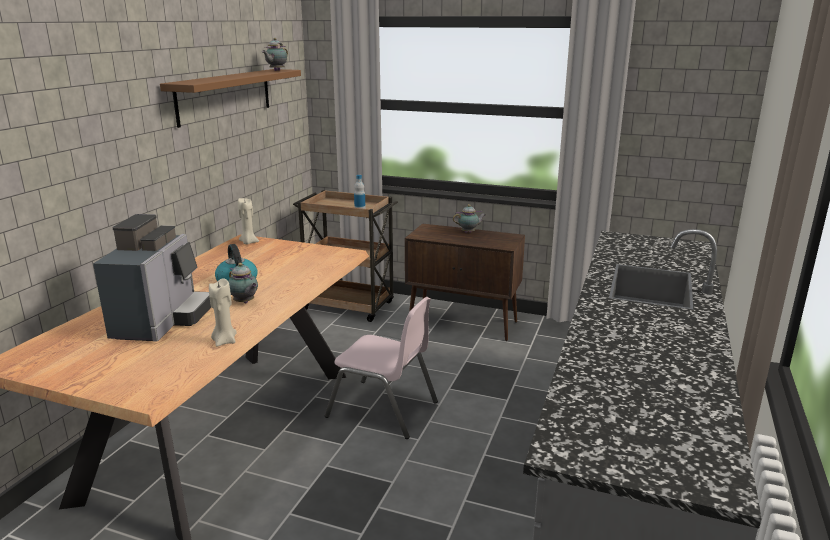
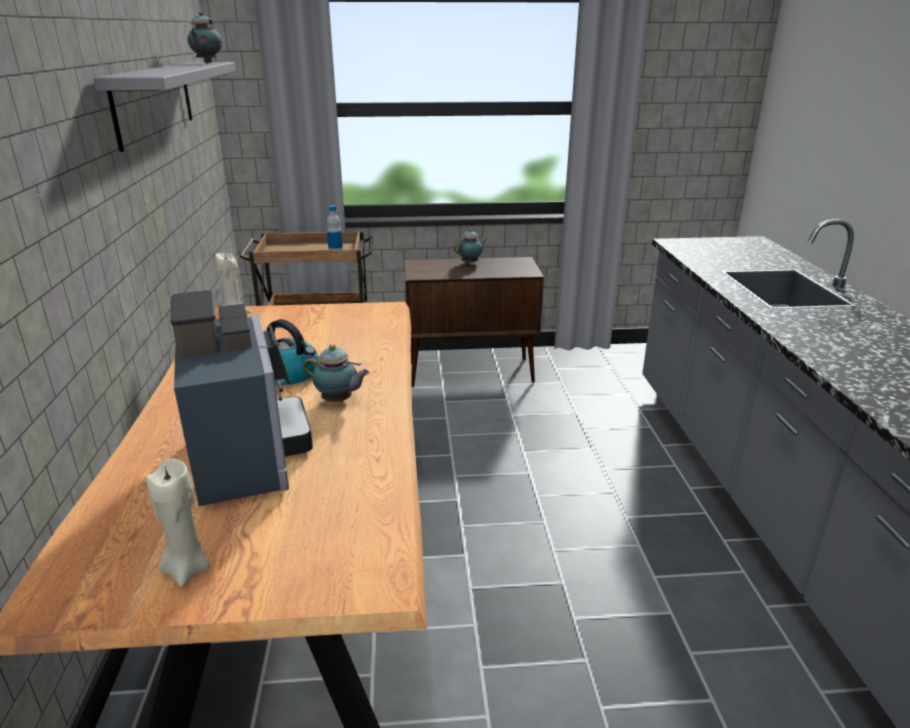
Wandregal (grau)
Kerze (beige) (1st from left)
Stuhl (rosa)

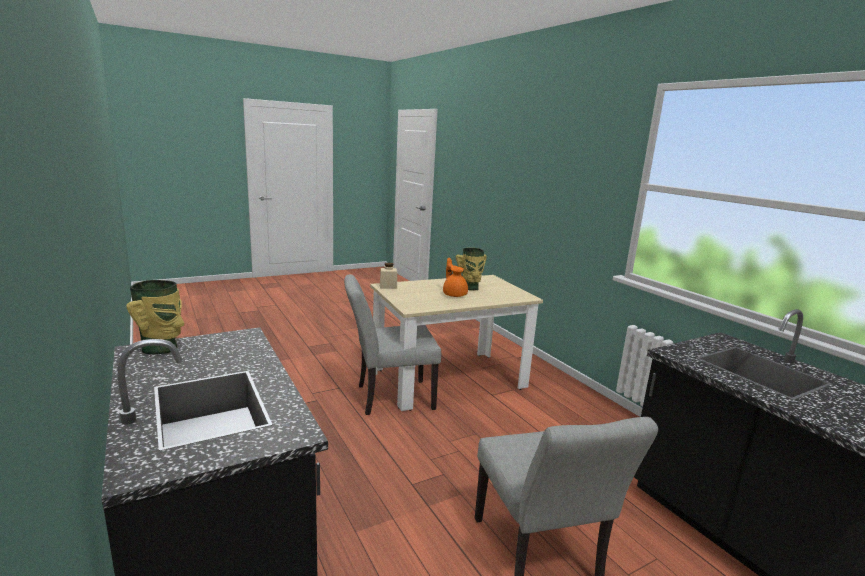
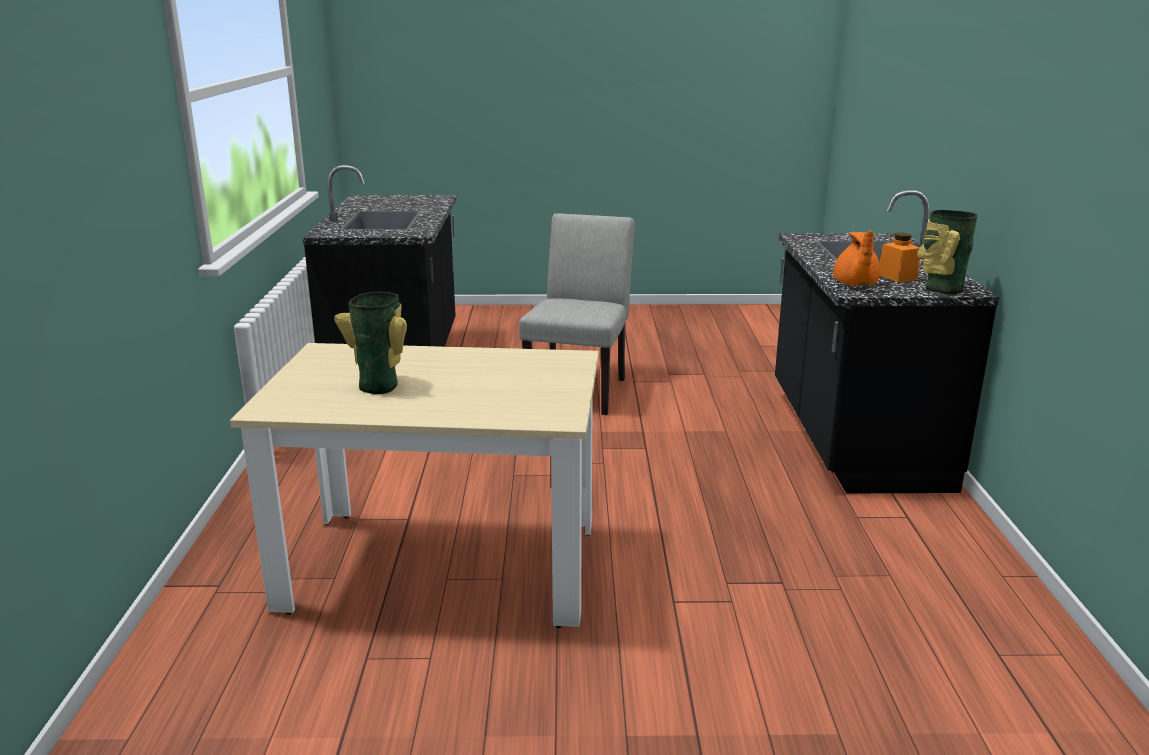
Teekanne (orange)
Vorratsglas (beige)
Stuhl (grau) (1st from left in the first image)
Vorratsglas (orange)

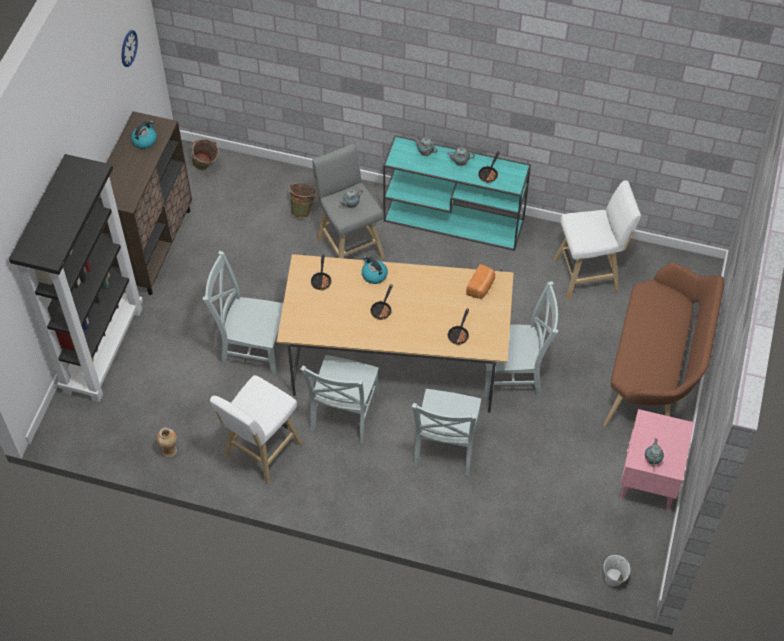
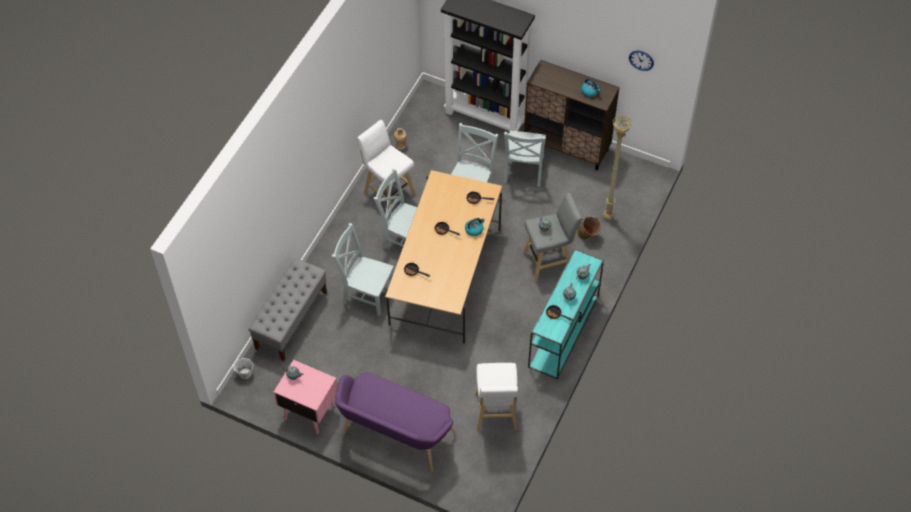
Eimer (grün) (1st from left in the first image)
Bank (lila)
Brot
Stuhl (grau) (4th from left)
Stehlampe (beige)
Bank (grau)

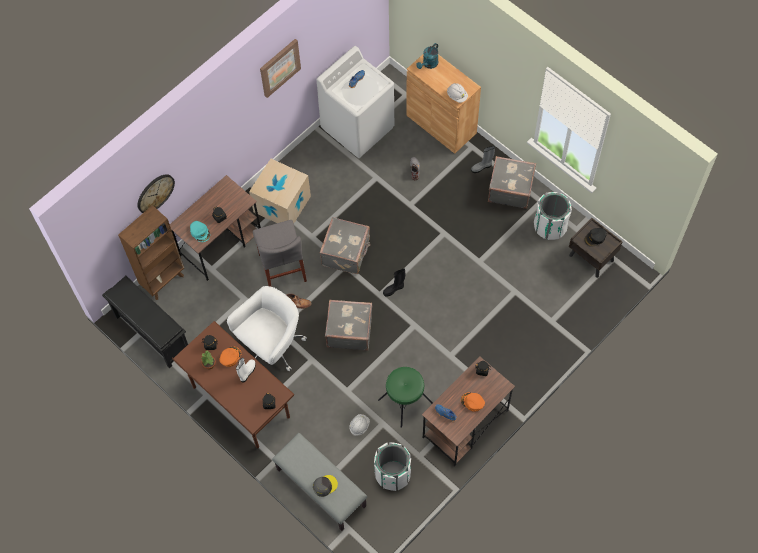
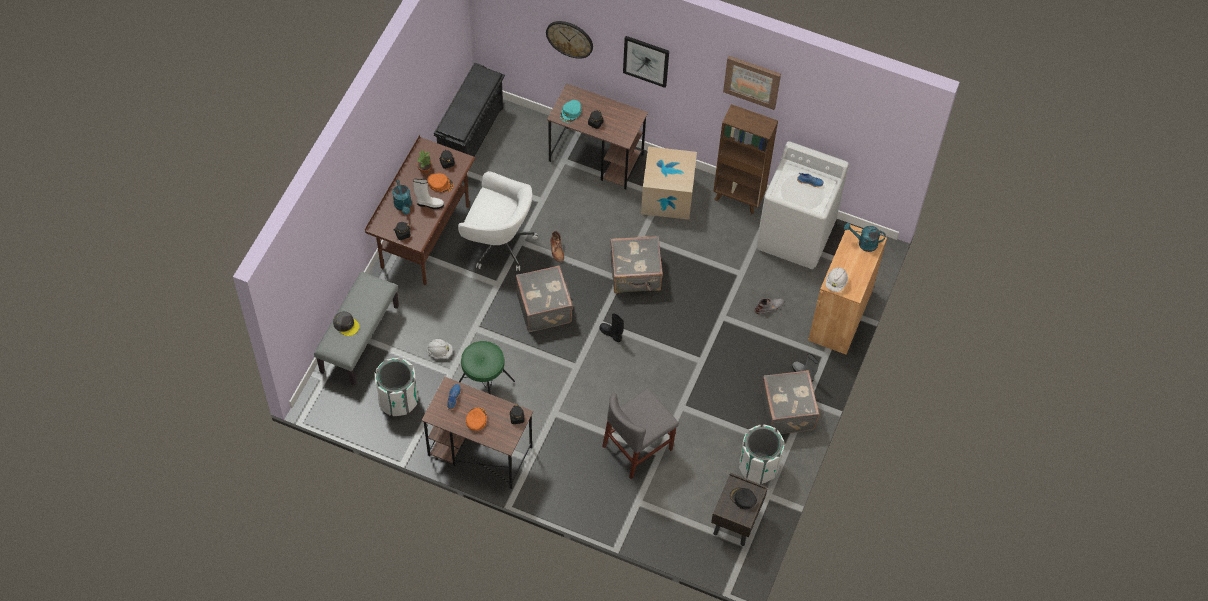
Bücherregal (braun)
Stuhl (grau)
Bild (1st from left)
Gießkanne (türkis) (1st from left)

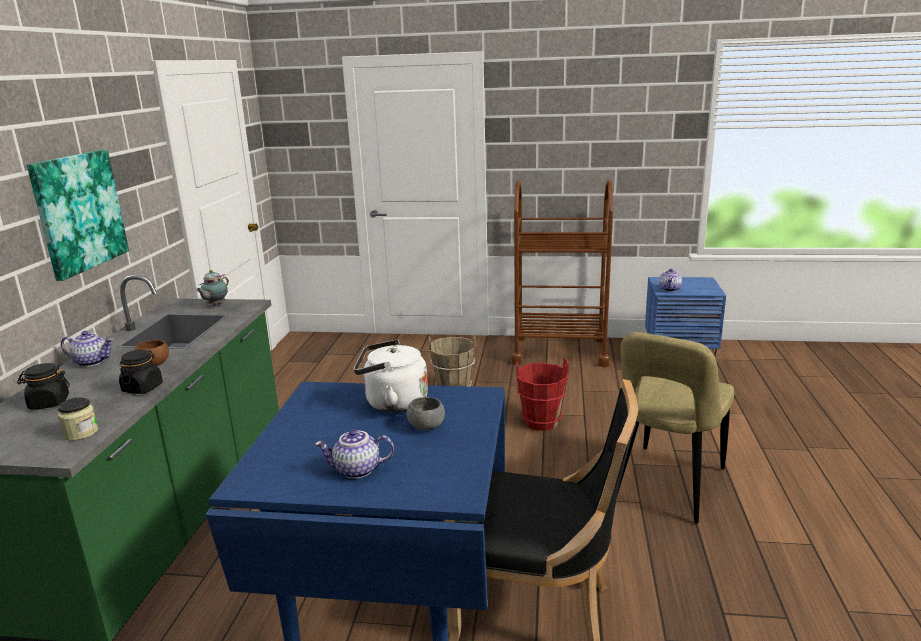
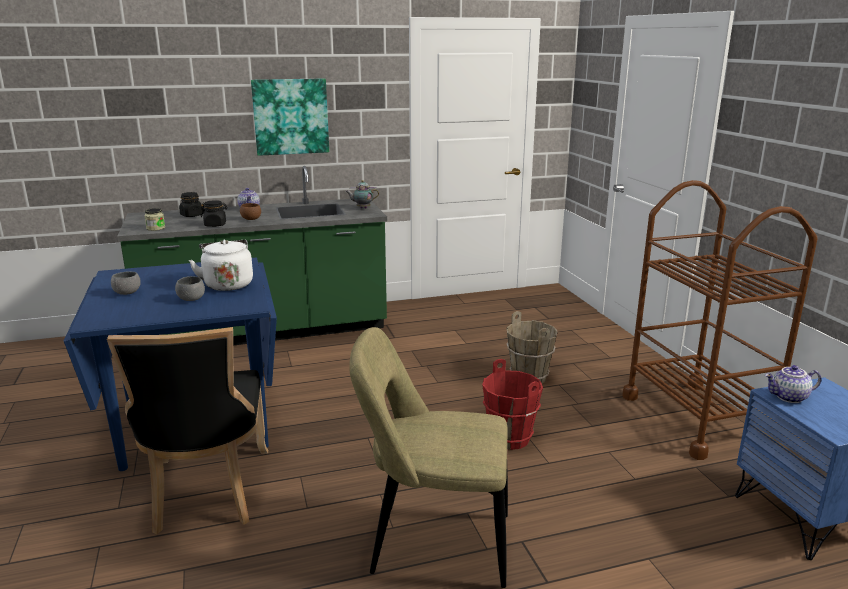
Schüssel (grau) (1st from left)

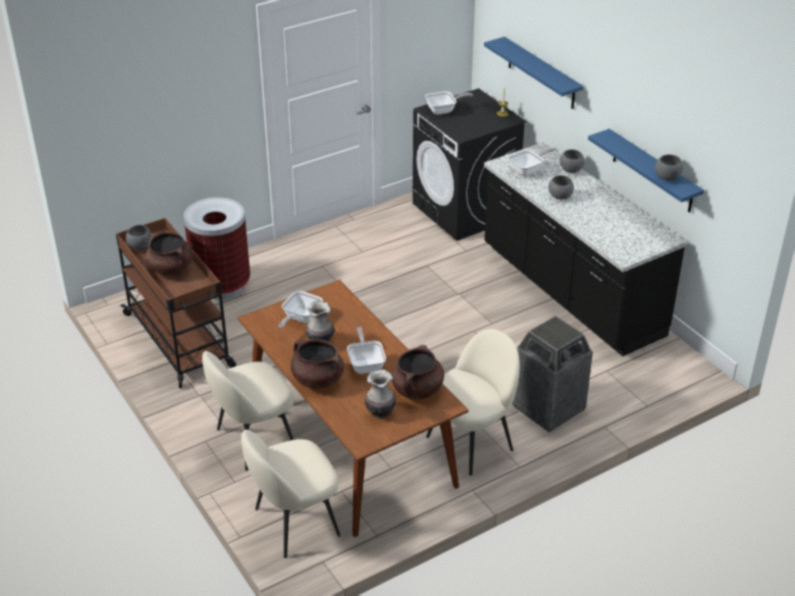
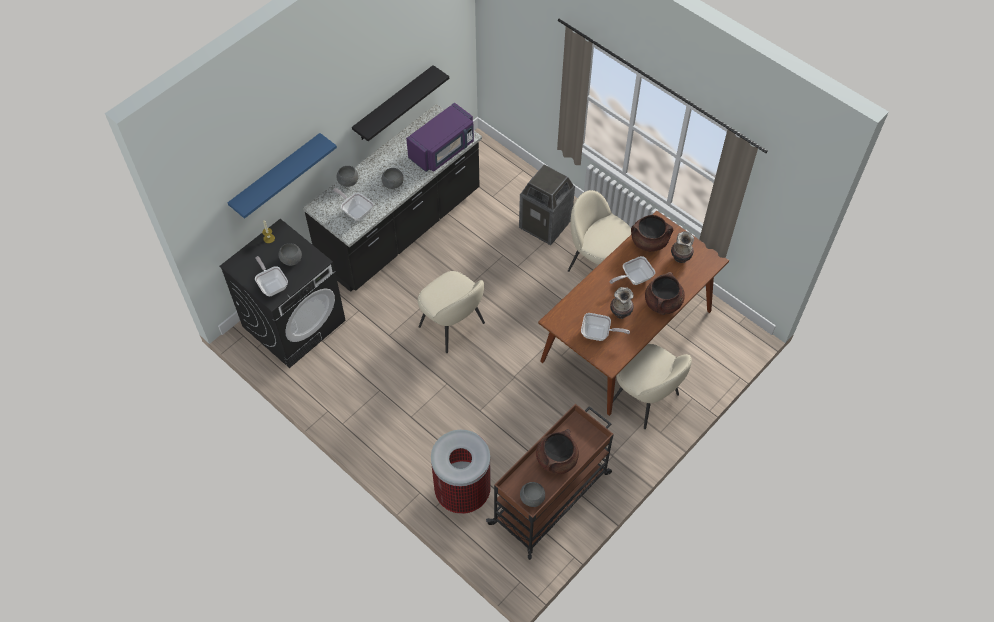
Wandregal (schwarz)
Schüssel (grau) (1st from left)
Stuhl (beige) (1st from left)
Mikrowelle (lila)

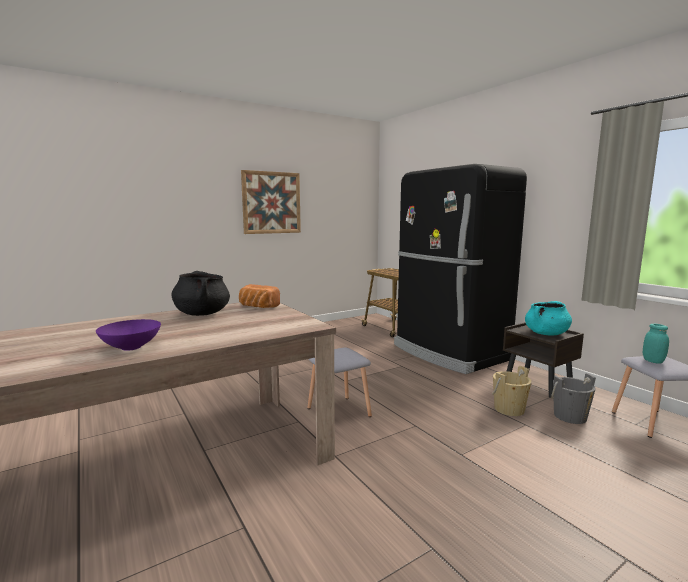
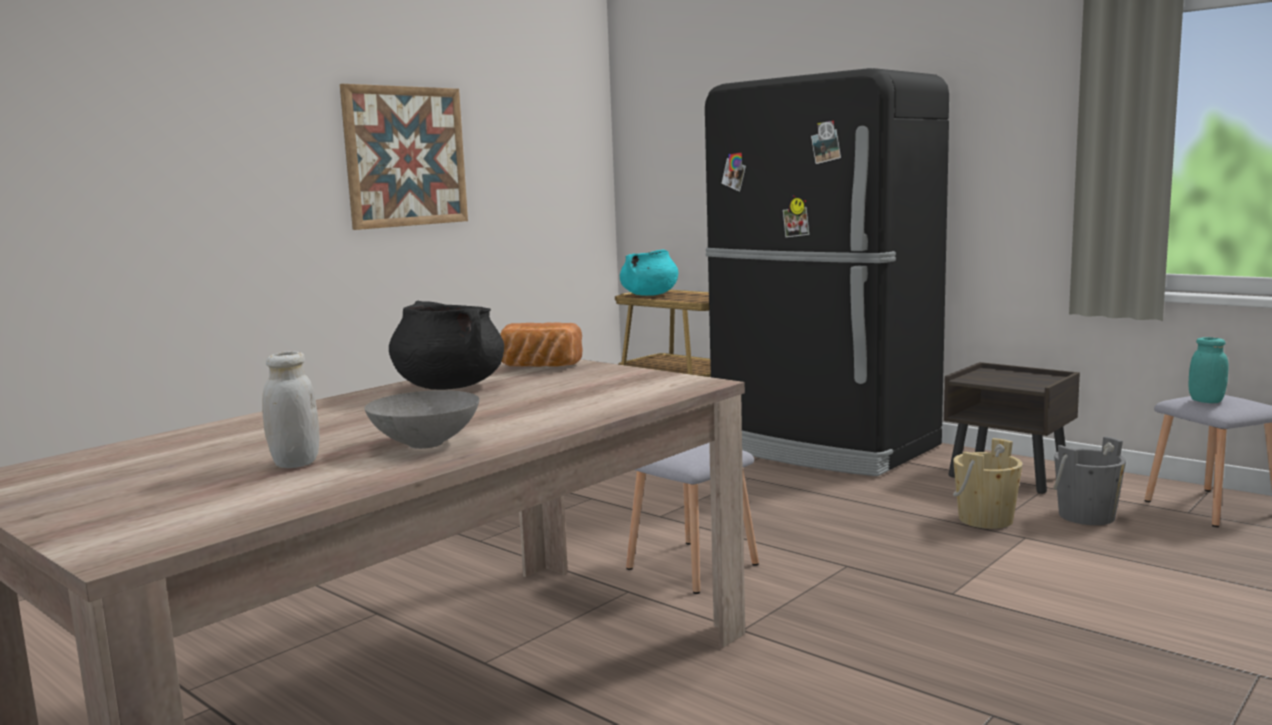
Kochtopf (türkis)
Schüssel (grau)
Vorratsglas (weiß)

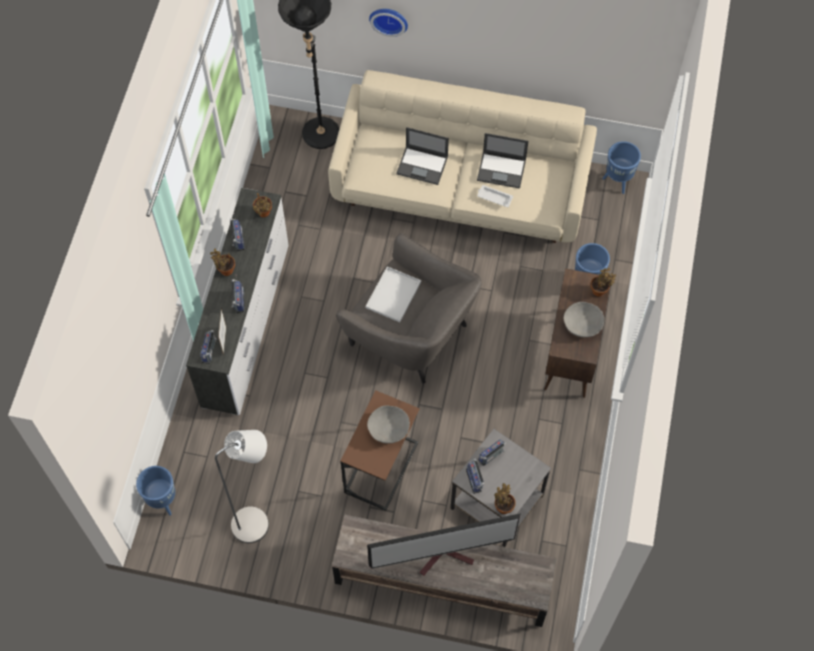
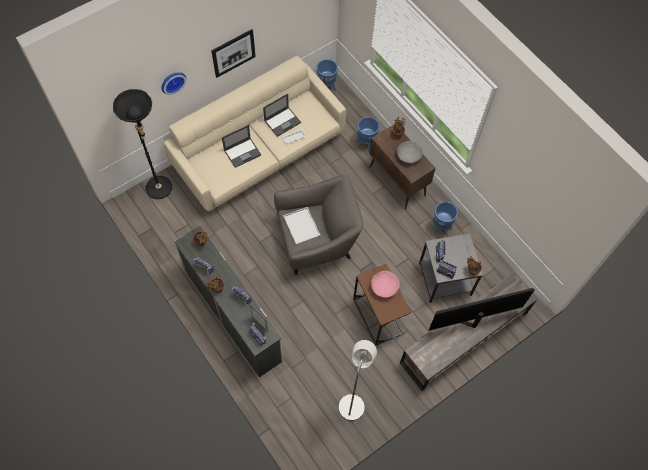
Schüssel (rosa)
Pflanzkübel (blau) (3rd from left)
Fernseher
Bild

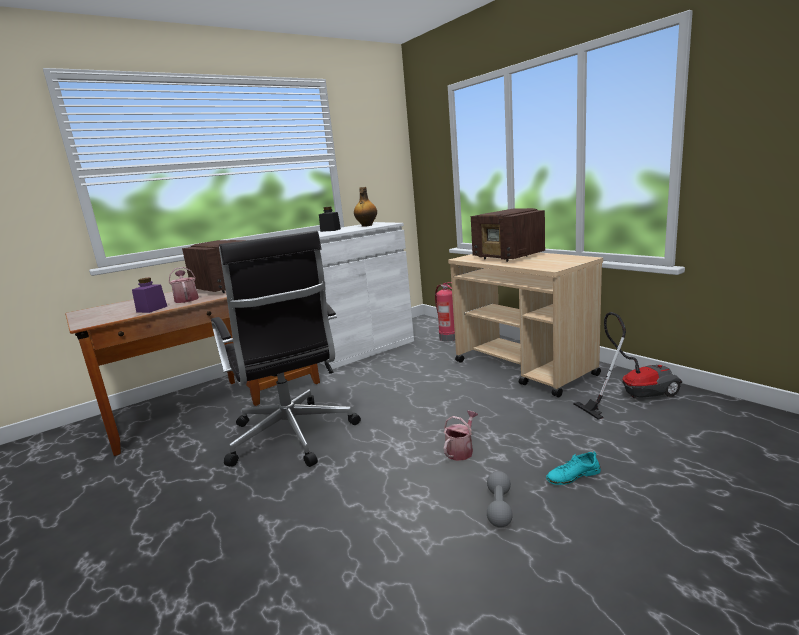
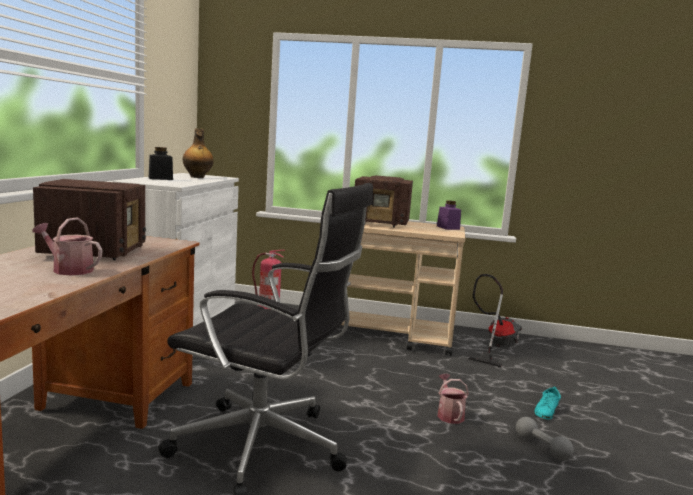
Vorratsglas (lila)

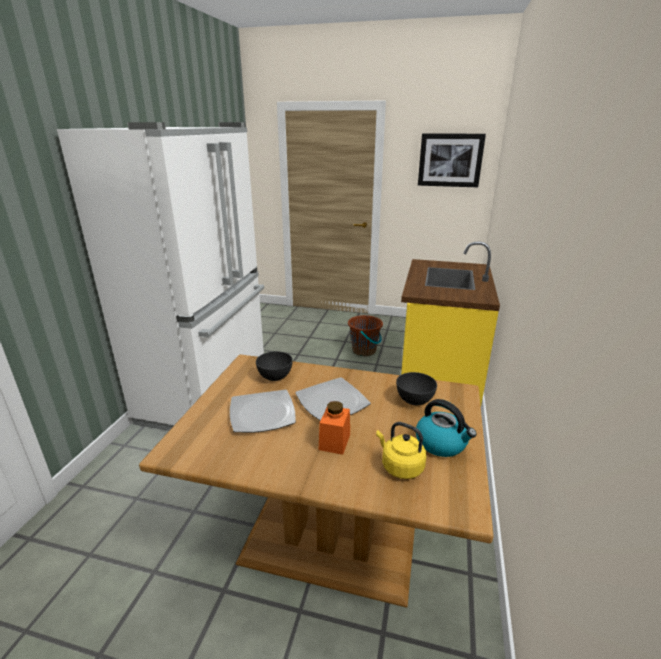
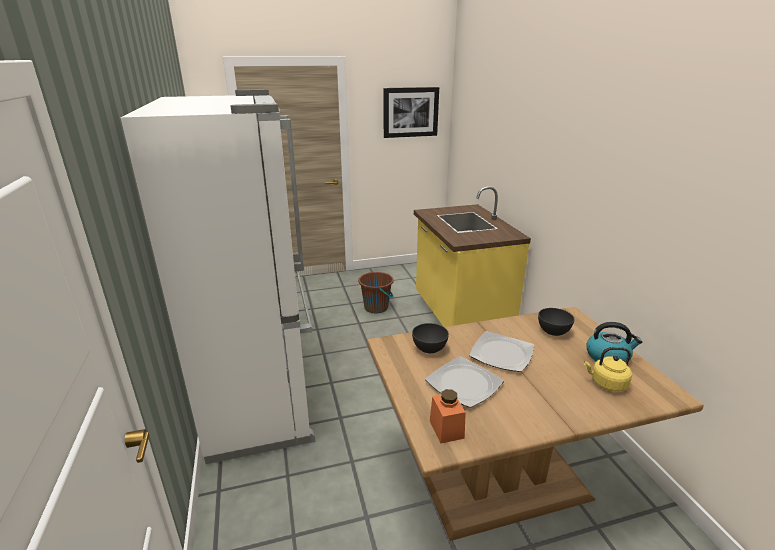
Vorratsglas (orange)

